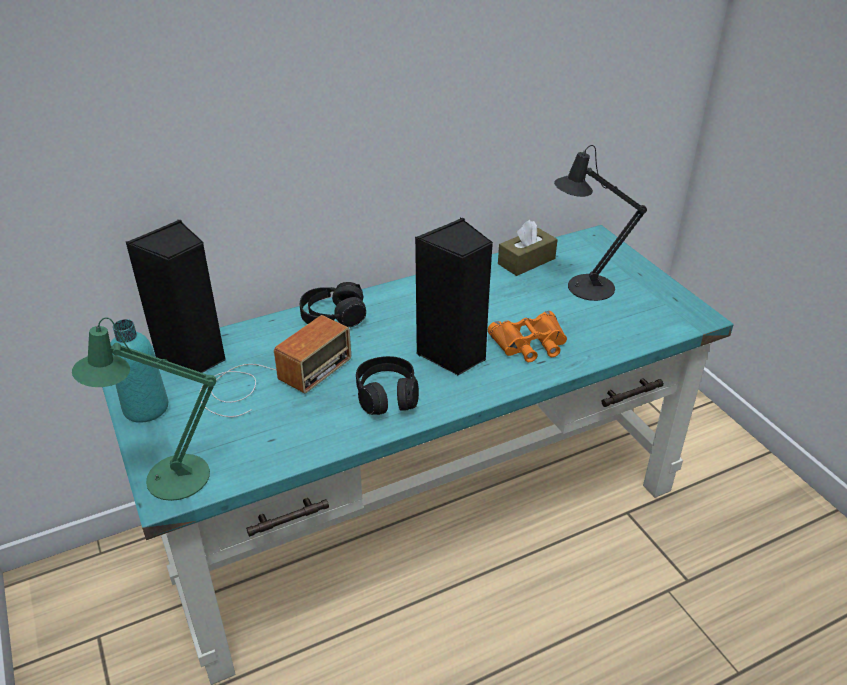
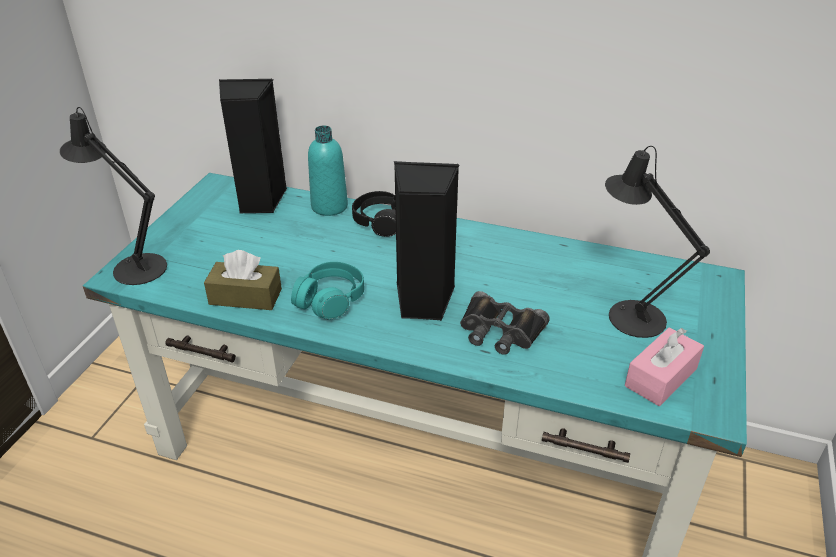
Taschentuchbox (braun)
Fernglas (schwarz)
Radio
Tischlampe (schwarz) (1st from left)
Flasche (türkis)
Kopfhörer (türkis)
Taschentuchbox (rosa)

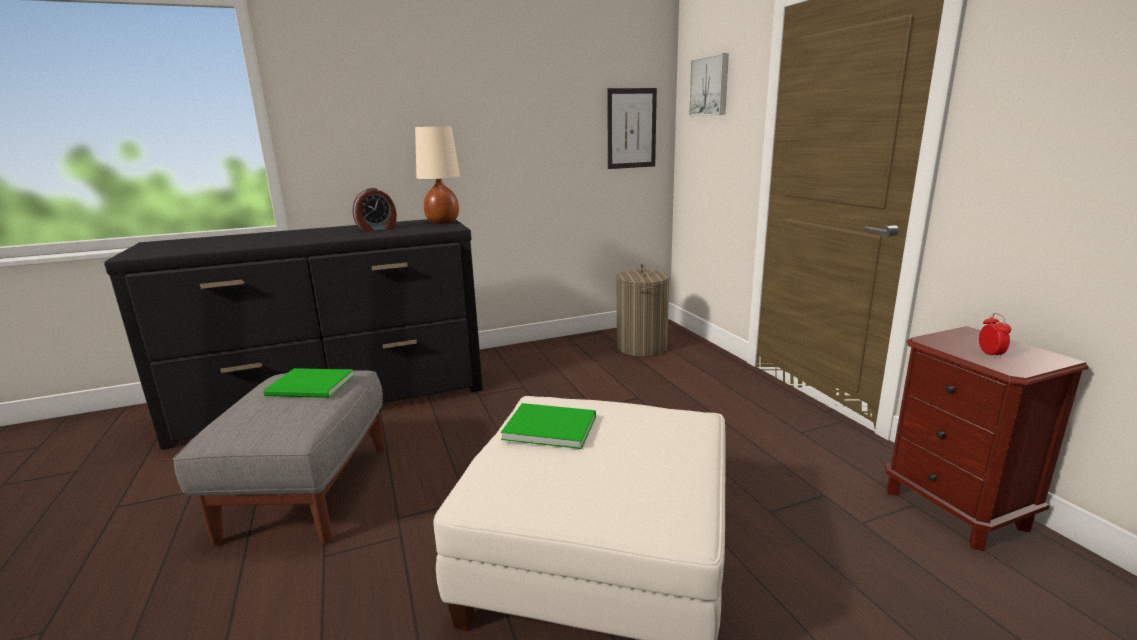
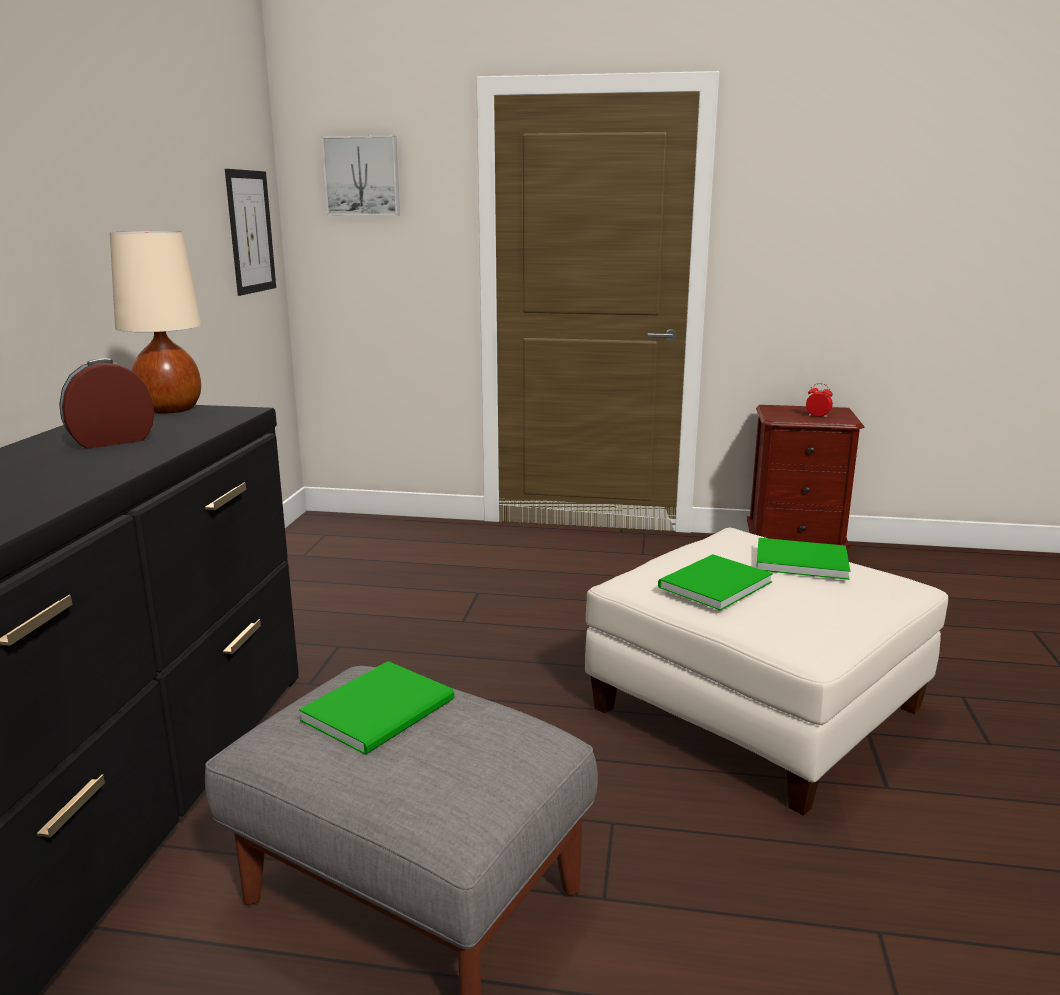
Wecker (1st from left)
Wäschekorb
Buch (grün) (3rd from left)

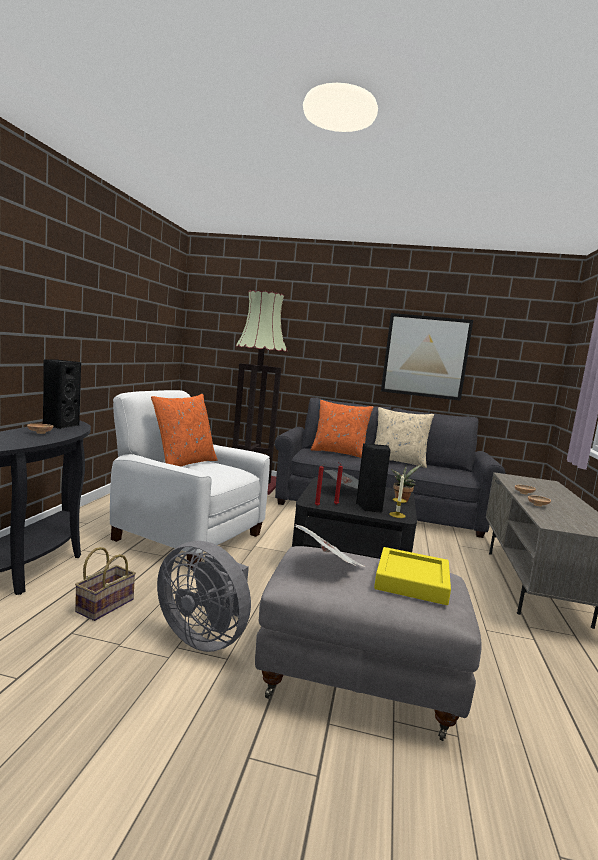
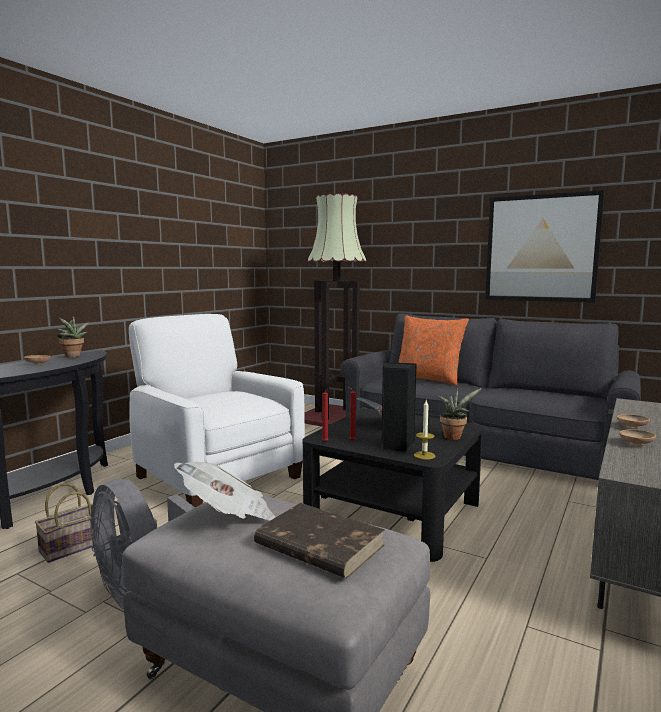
Topfpflanze (1st from left)
Kissen (orange) (1st from left in the first image)
Kissen (beige)
Buch (braun)

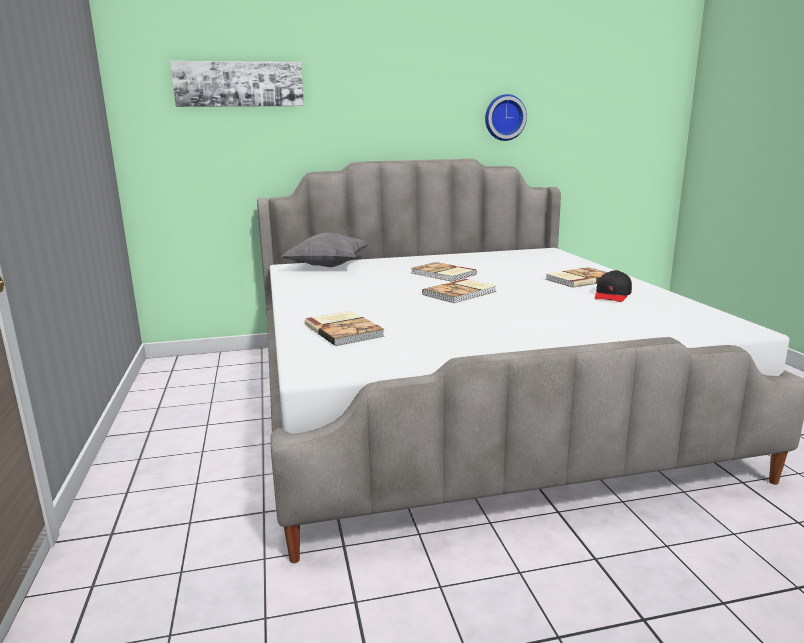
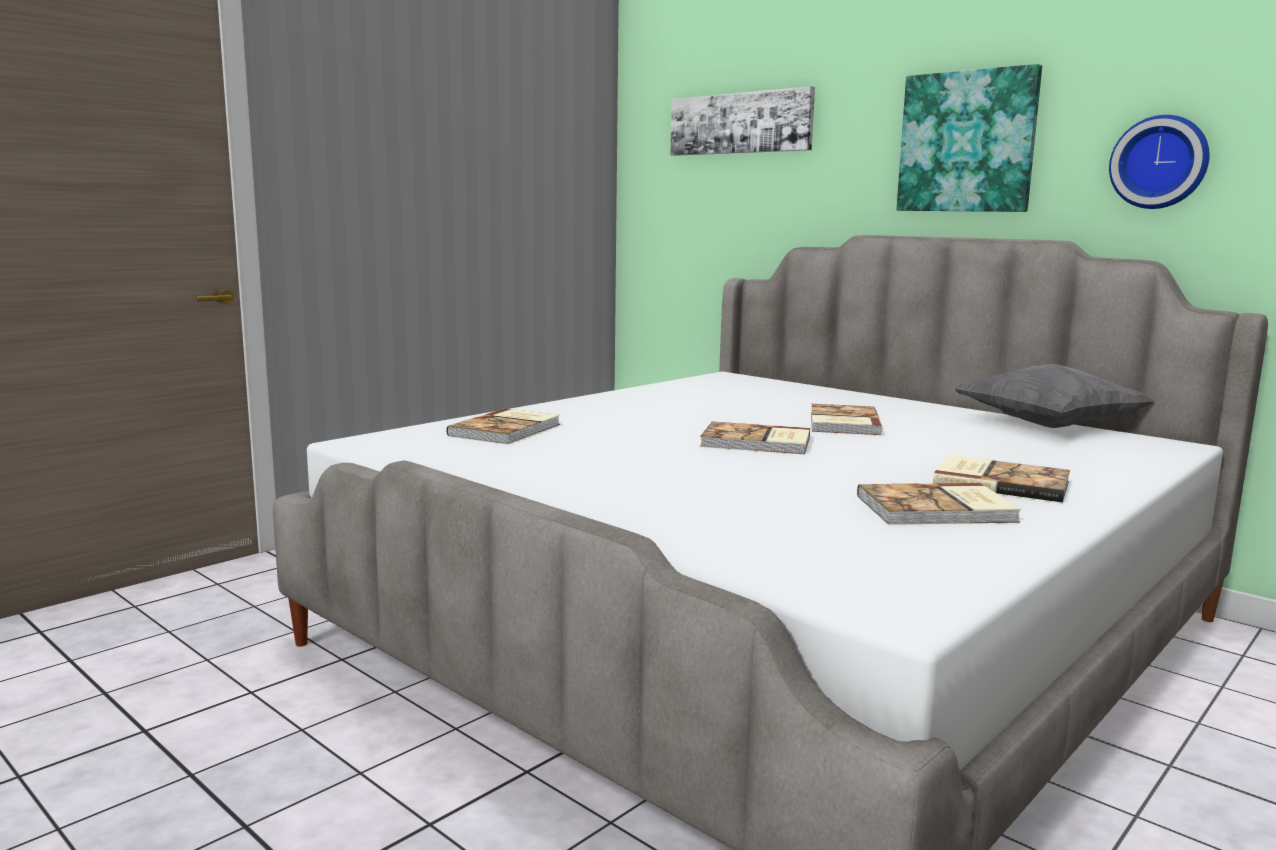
Kissen (grau)
Buch (4th from left)
Bild (2nd from left)

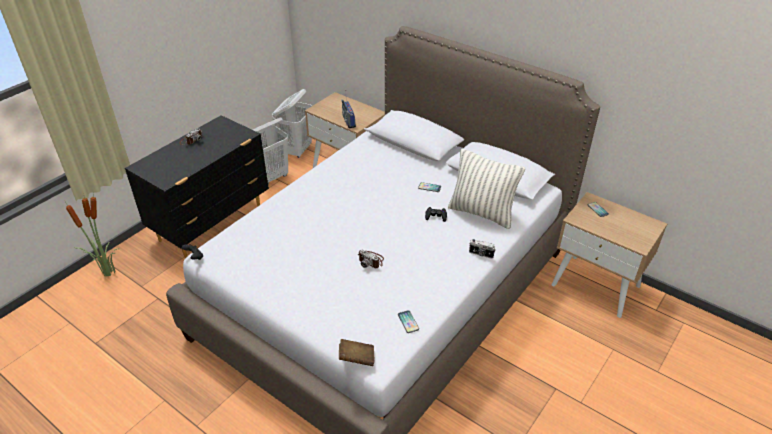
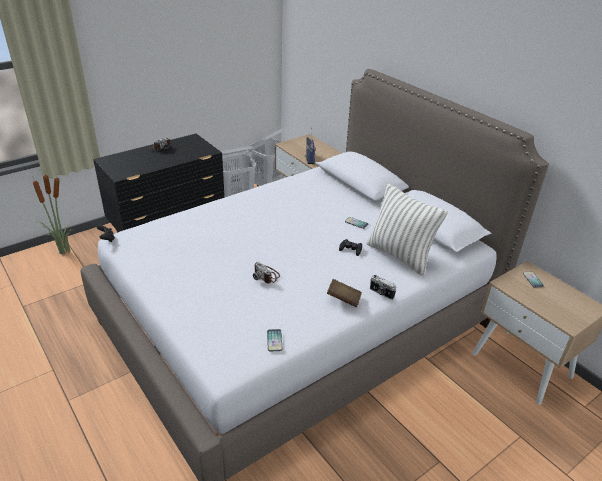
Buch (braun)

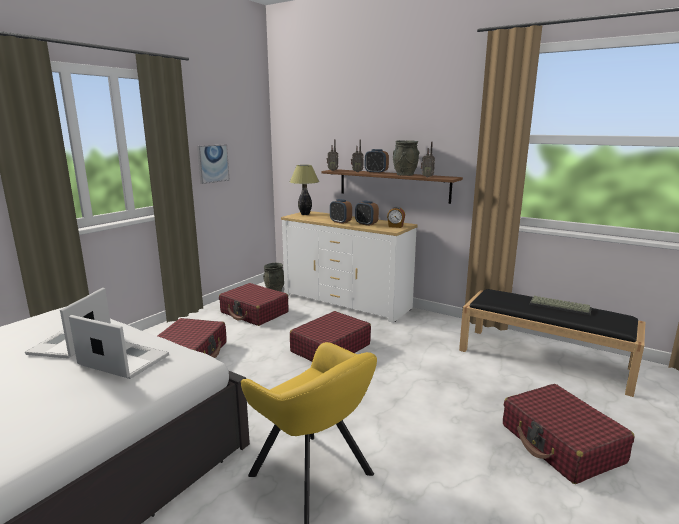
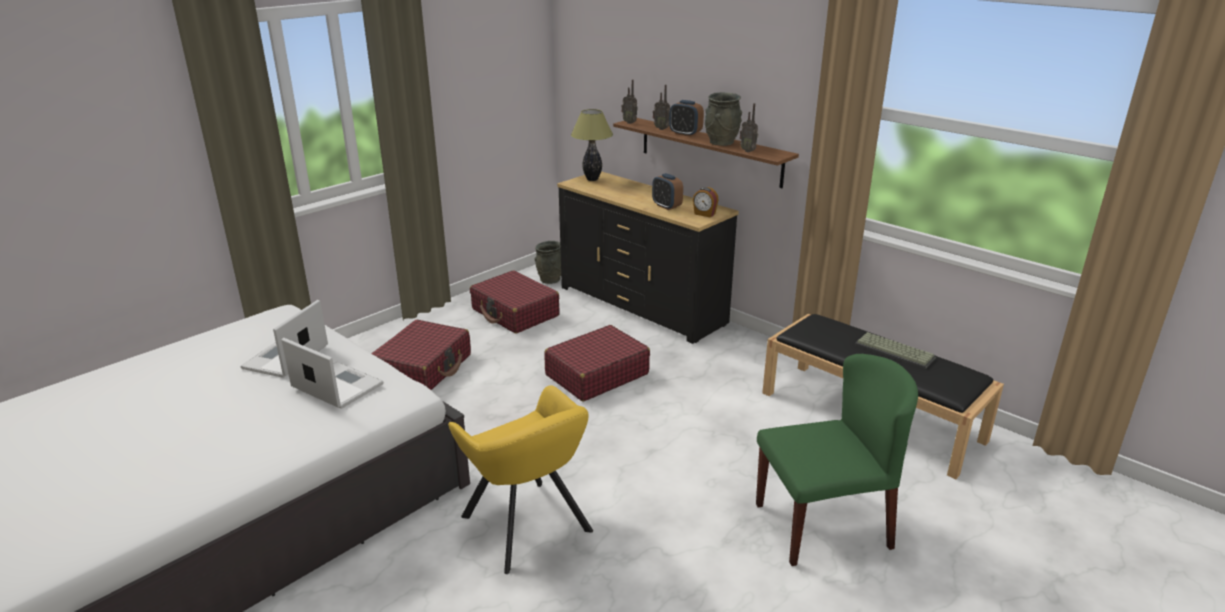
Bild
Wecker (1st from left in the first image)
Kommode (schwarz)
Stuhl (grün)

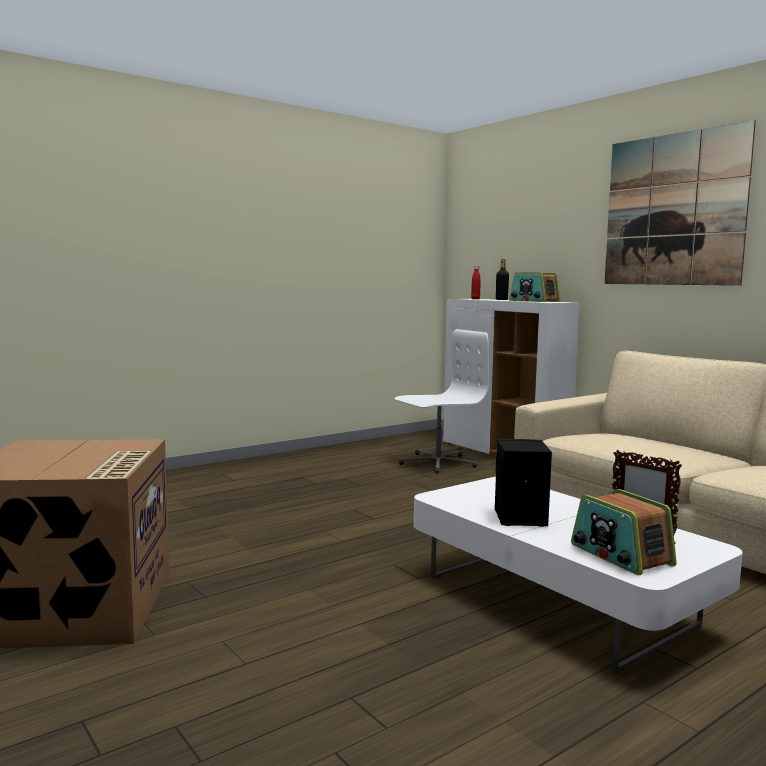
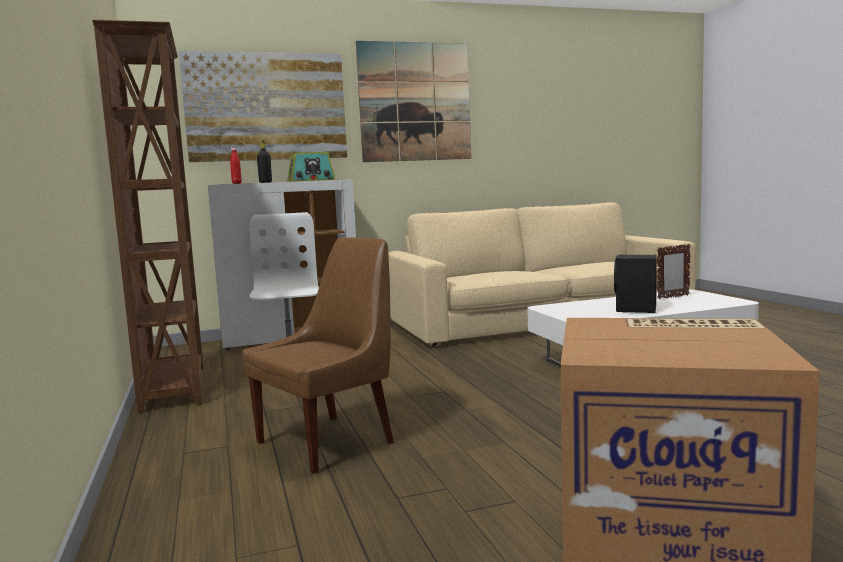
Radio (2nd from left in the first image)
Bücherregal (braun)
Bild (1st from left)
Stuhl (braun)

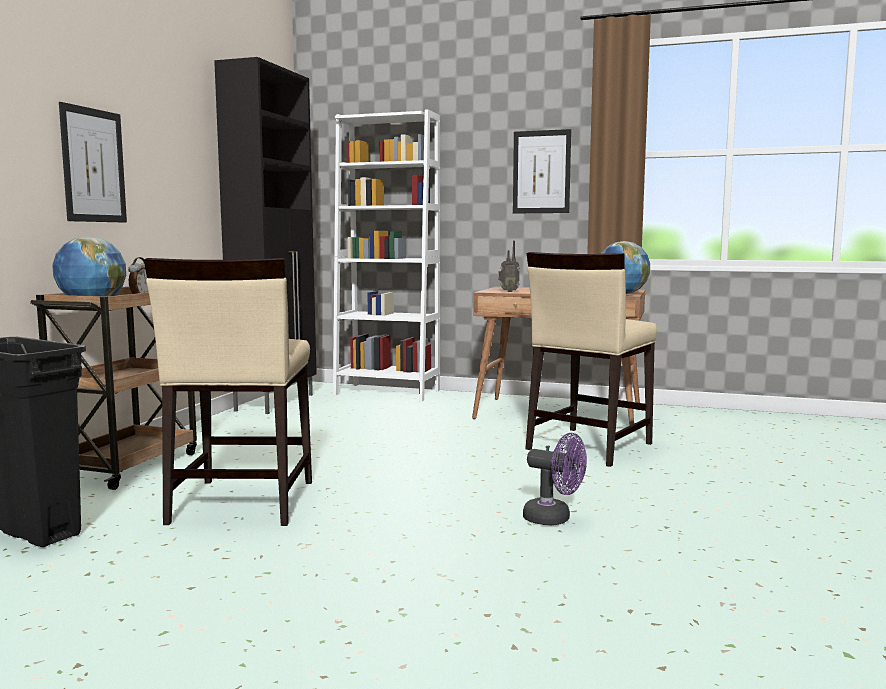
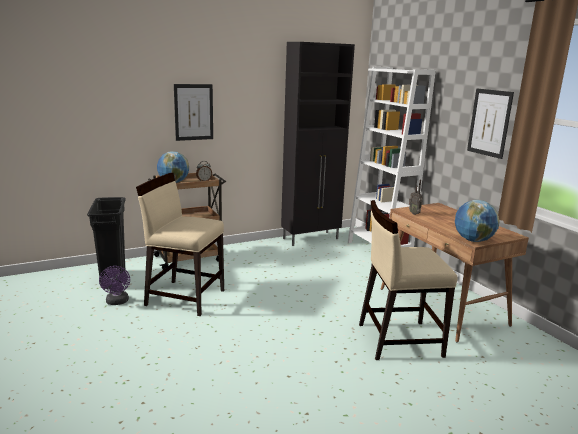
Stuhl (beige) (1st from left)
Ventilator (lila)

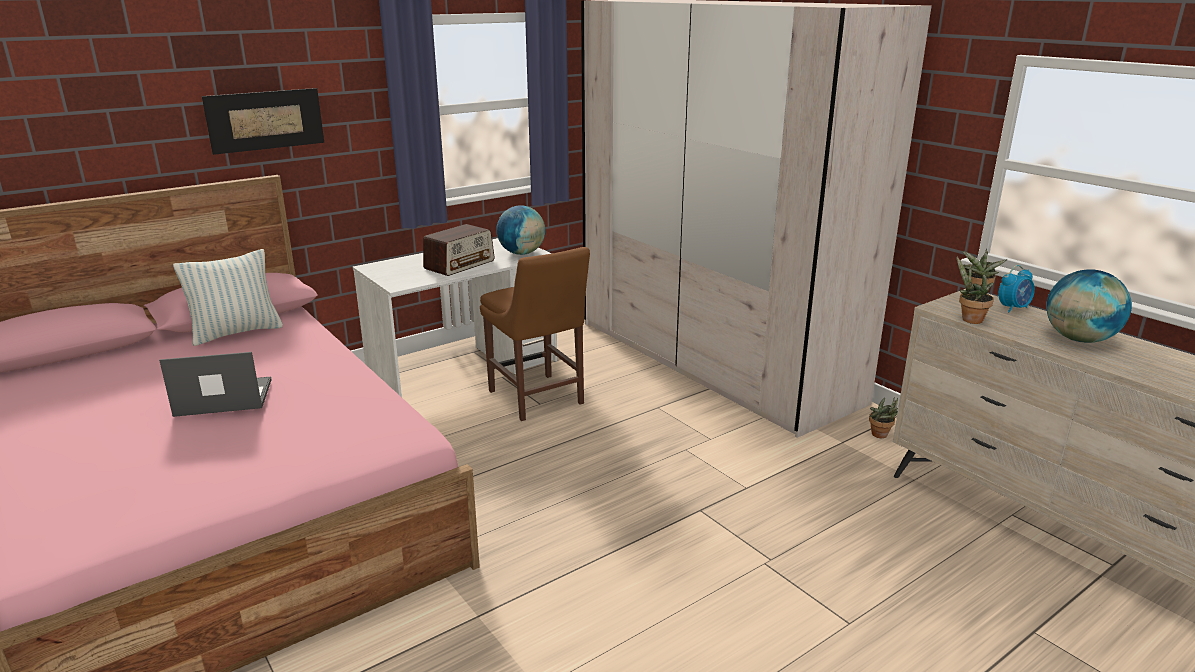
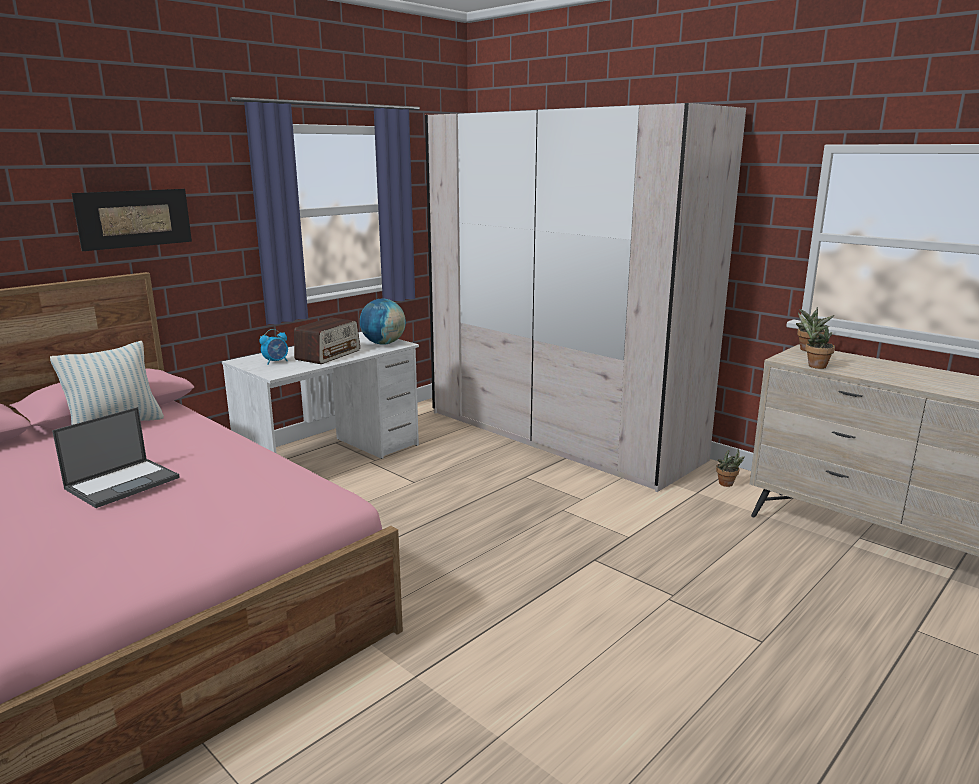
Stuhl (braun)
Wecker
Globus (2nd from left in the first image)
Laptop

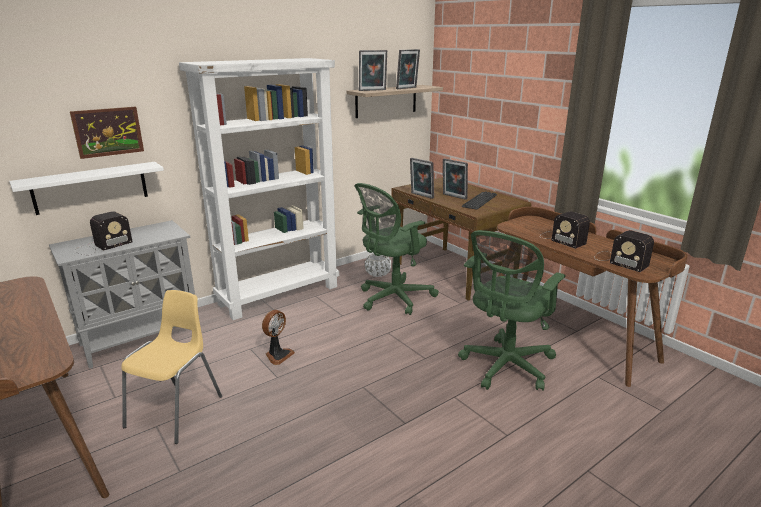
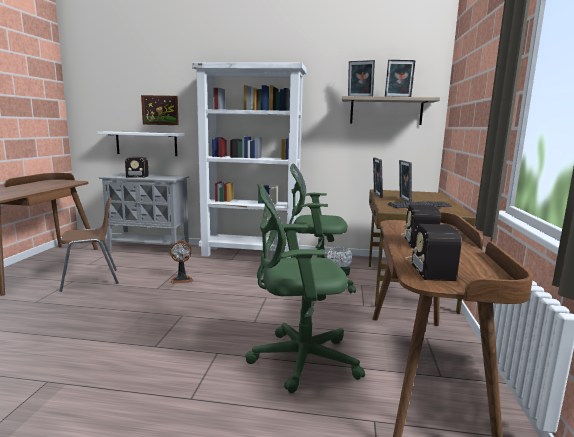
Stuhl (braun)

